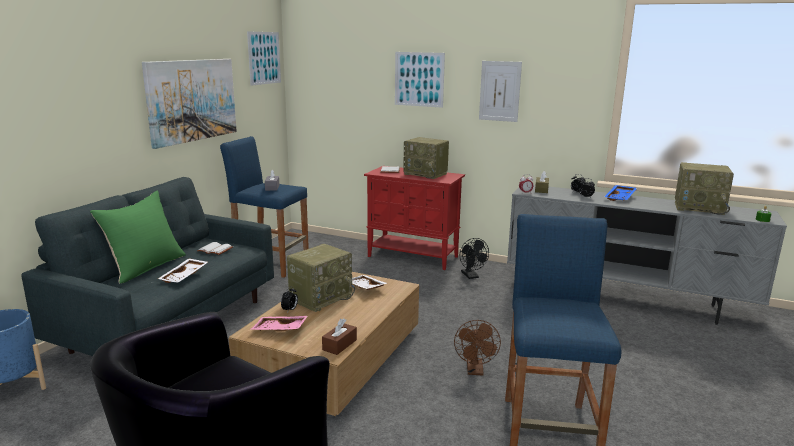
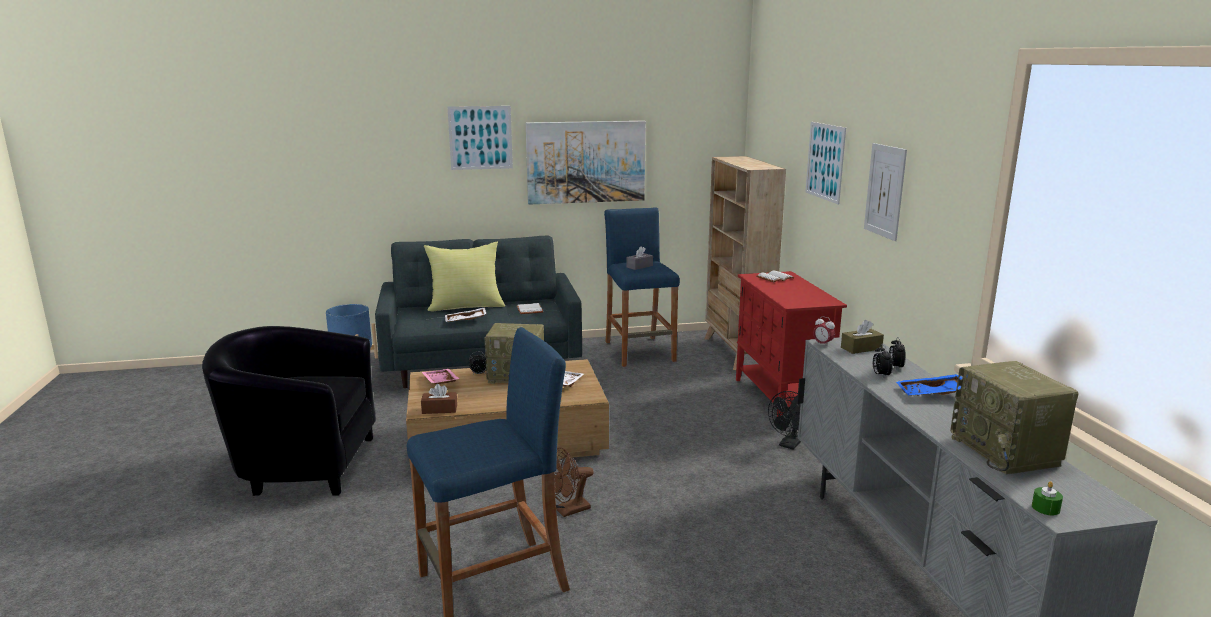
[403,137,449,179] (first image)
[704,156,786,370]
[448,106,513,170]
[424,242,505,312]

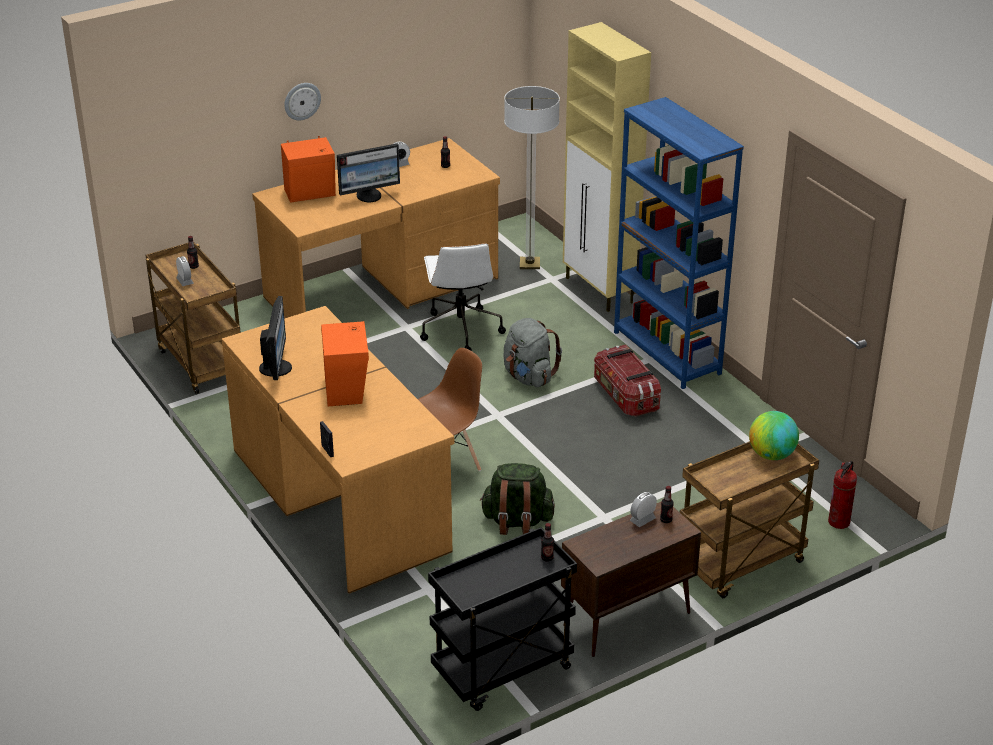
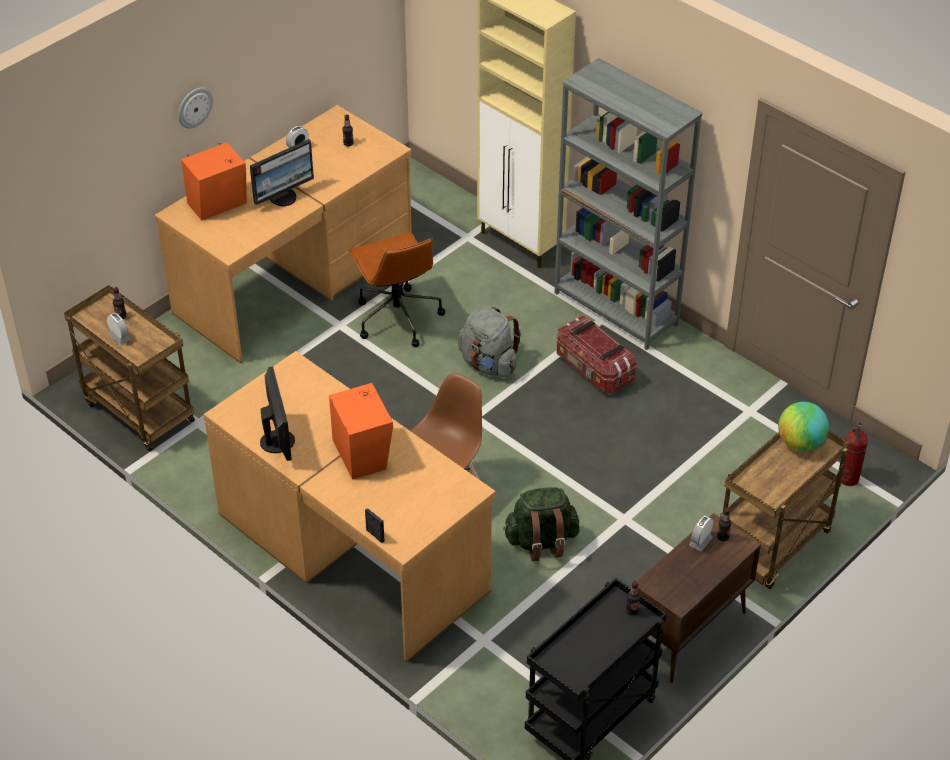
[504,86,560,269] (first image)
[348,232,445,347]
[555,58,703,350]

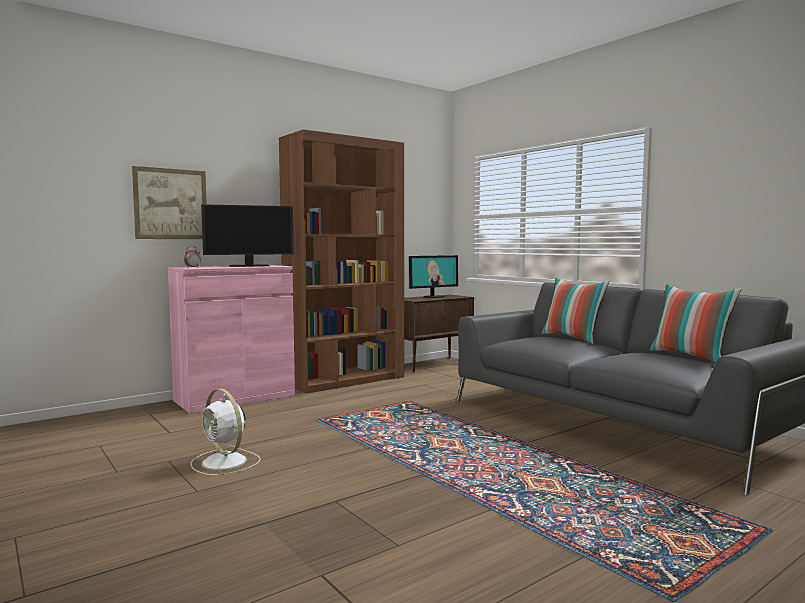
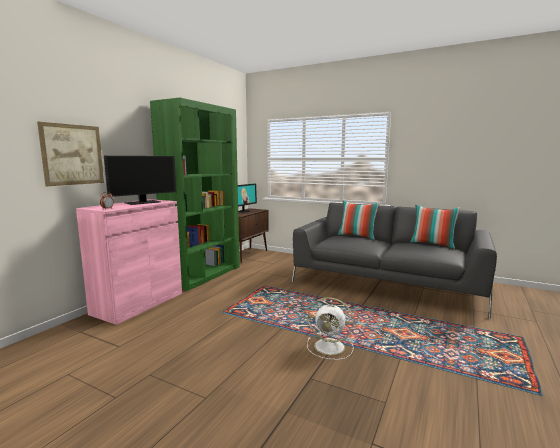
[307,297,354,360]
[150,98,240,291]

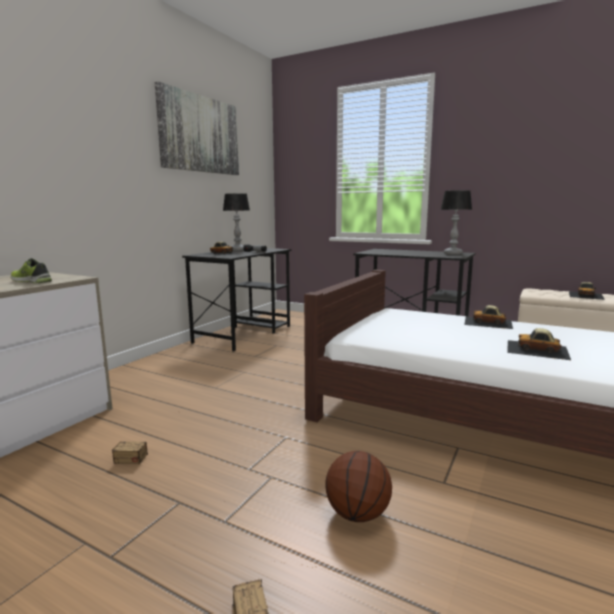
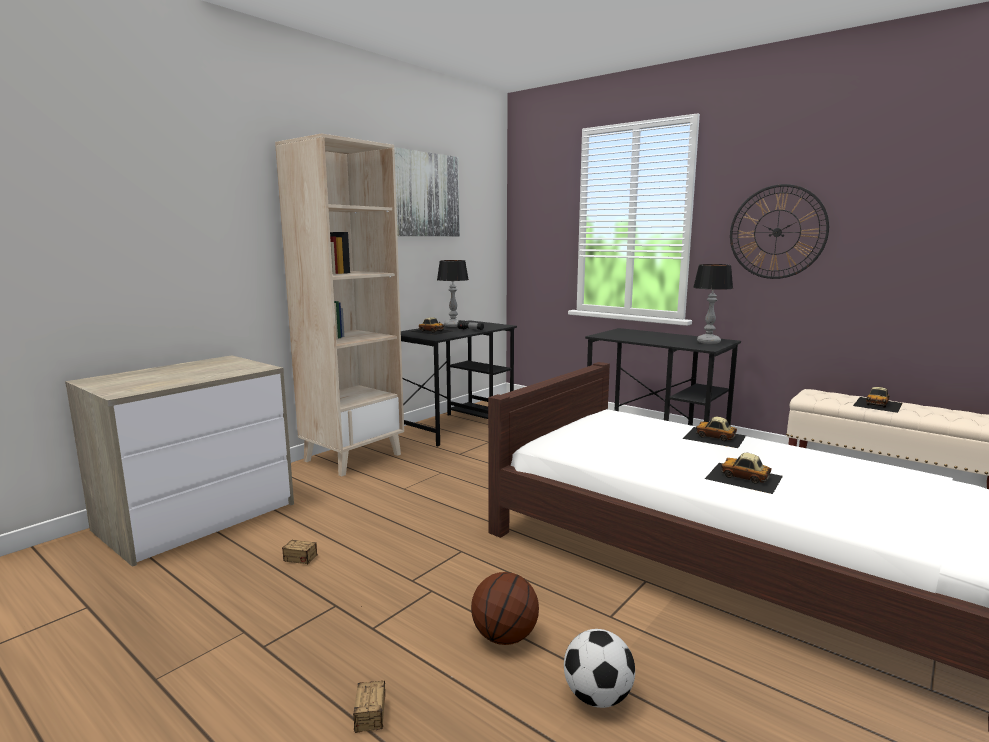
[11,258,52,283] (first image)
[275,133,404,477]
[564,629,635,708]
[730,184,829,279]

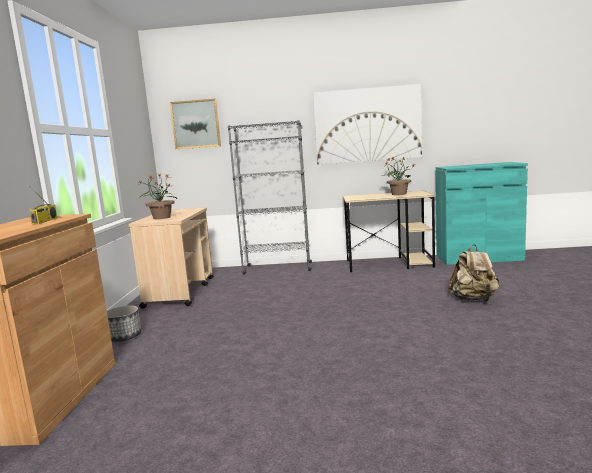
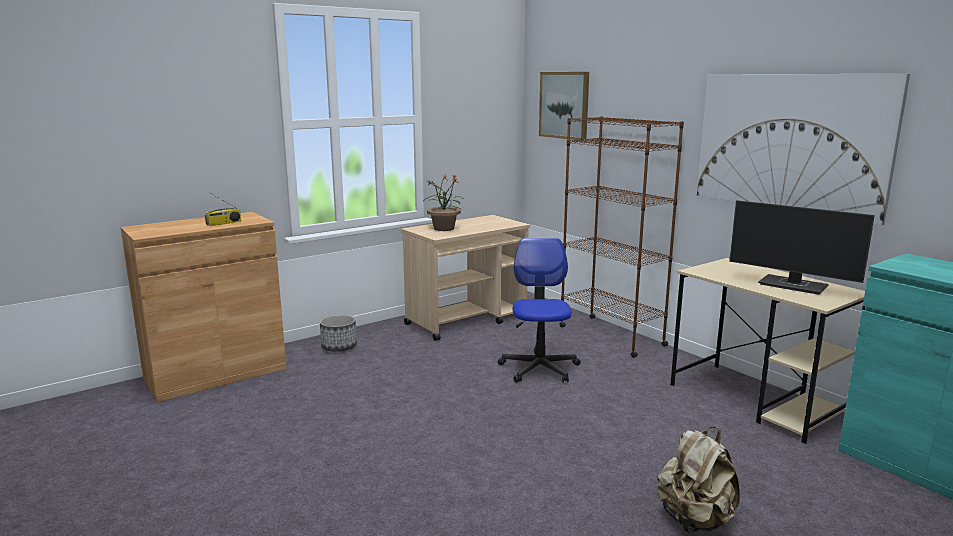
[498,238,581,383]
[729,200,875,295]
[559,116,684,358]

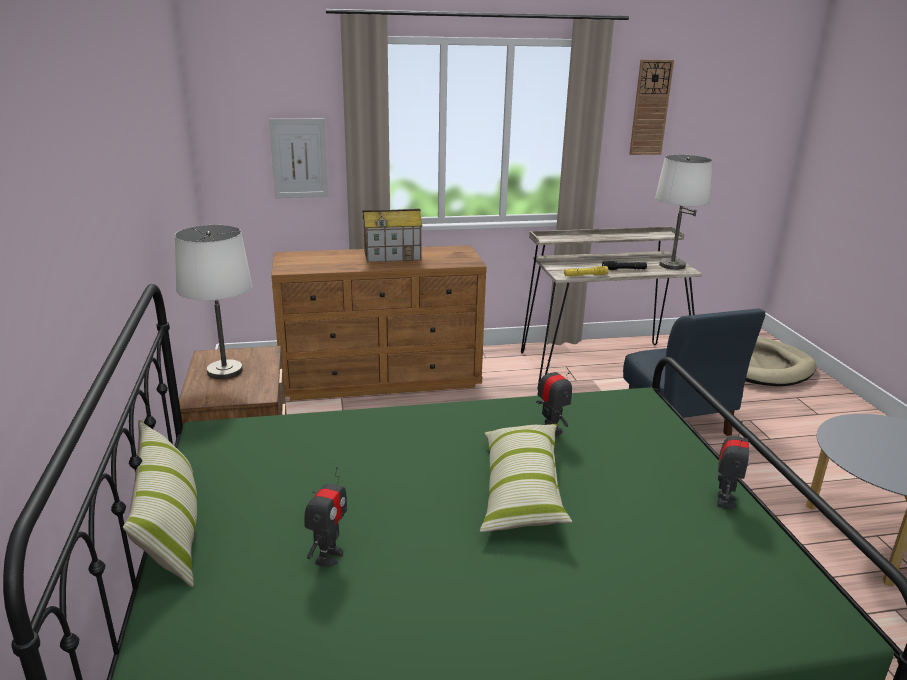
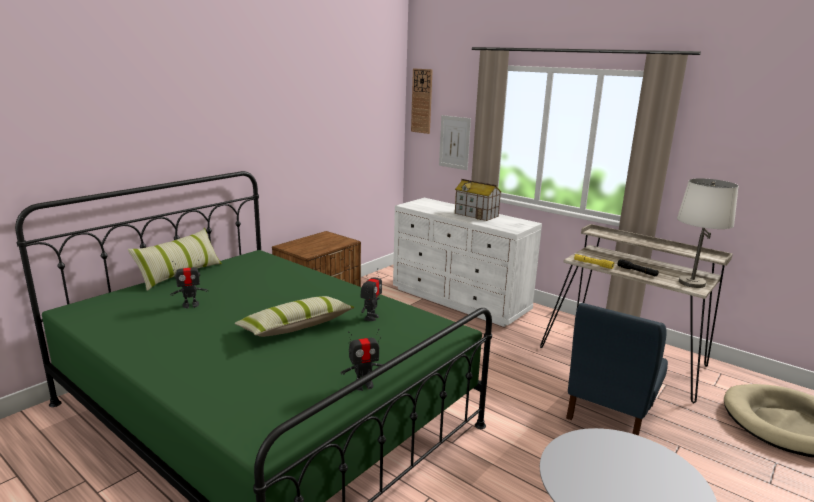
[175,225,253,379] (first image)
[411,69,433,134]
[393,198,542,327]

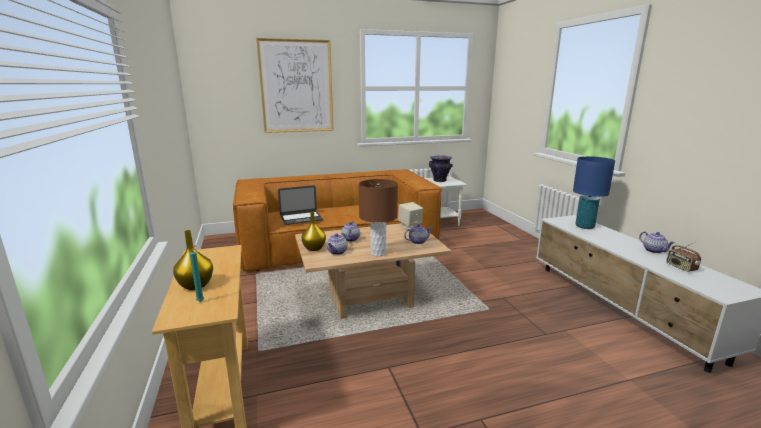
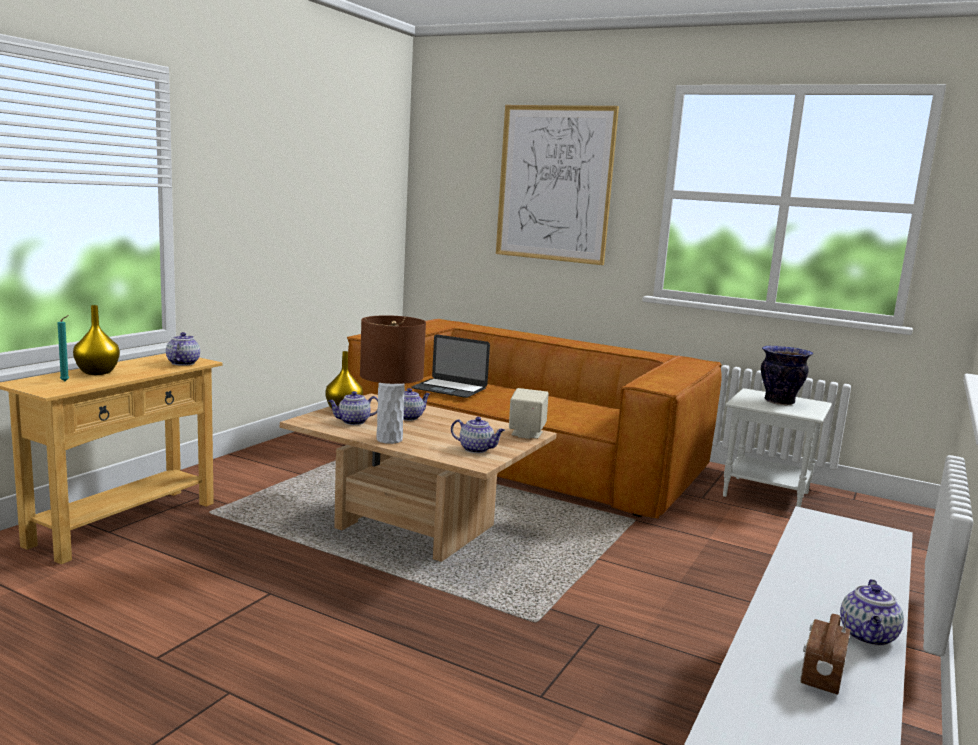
[573,156,615,229] (first image)
[166,332,200,366]

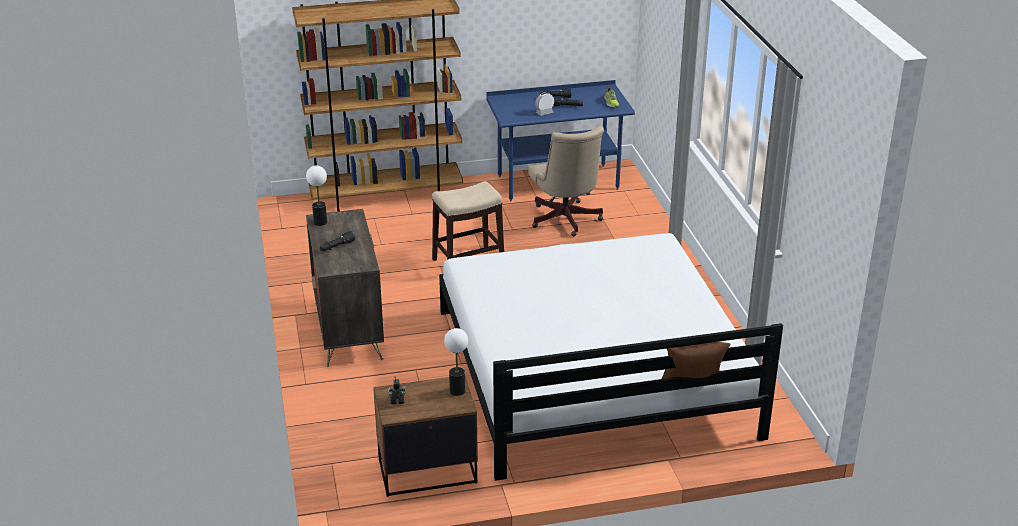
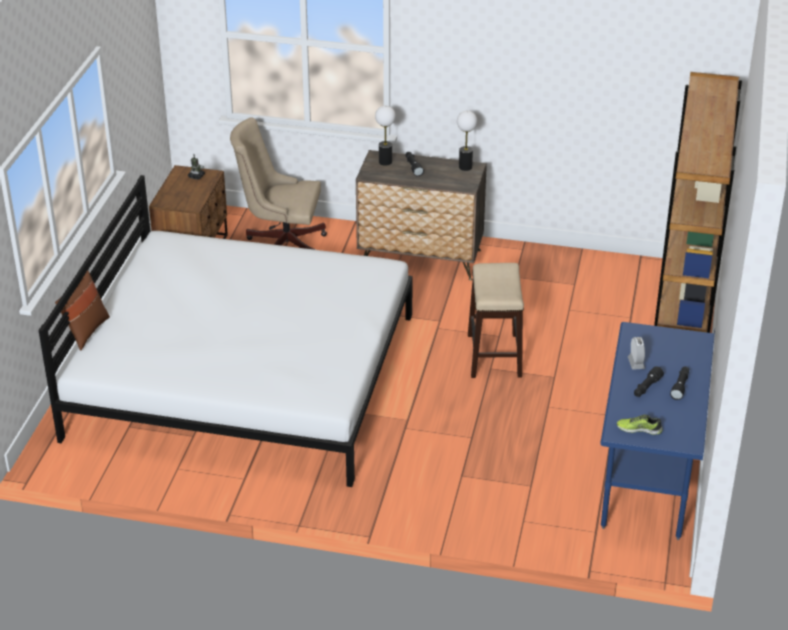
[375,106,396,166]
[230,117,327,249]

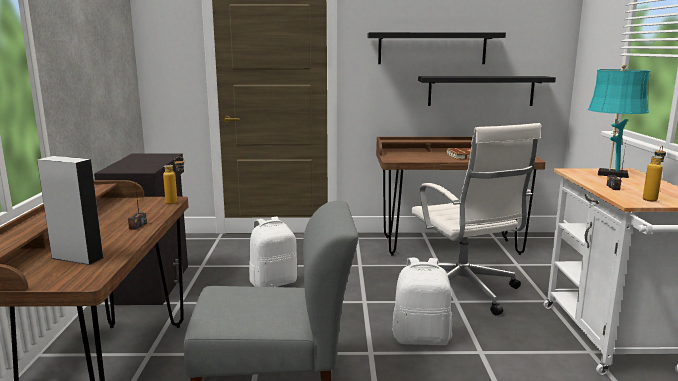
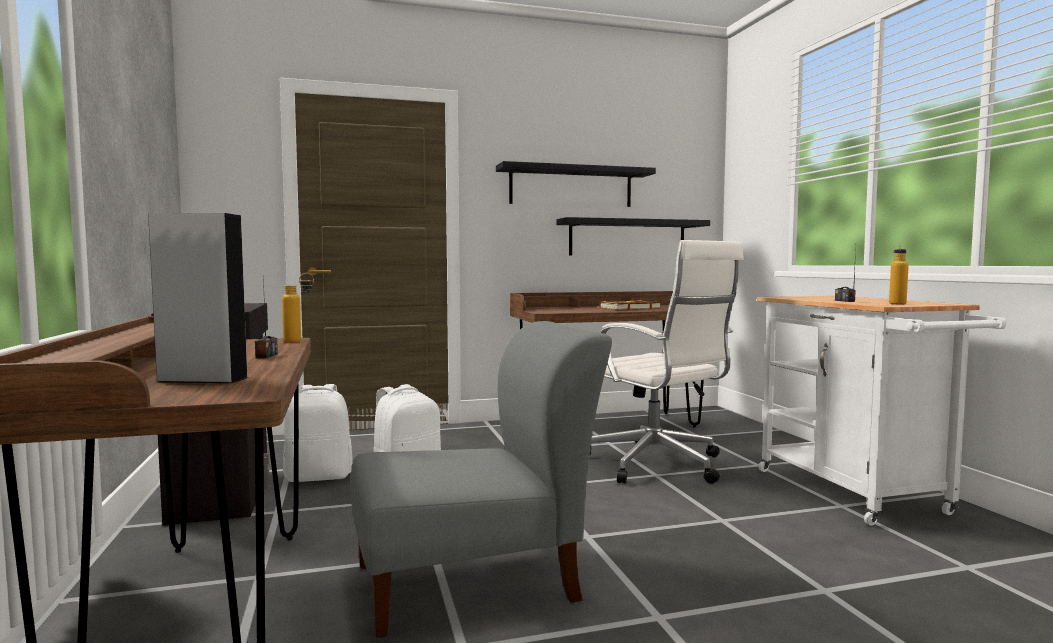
[588,64,650,178] (first image)
[283,384,353,482]

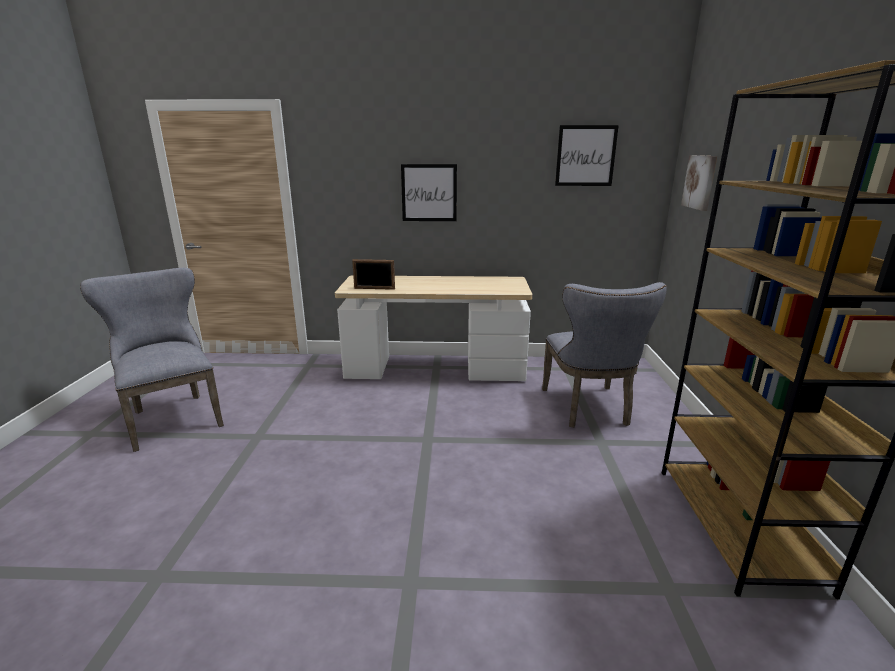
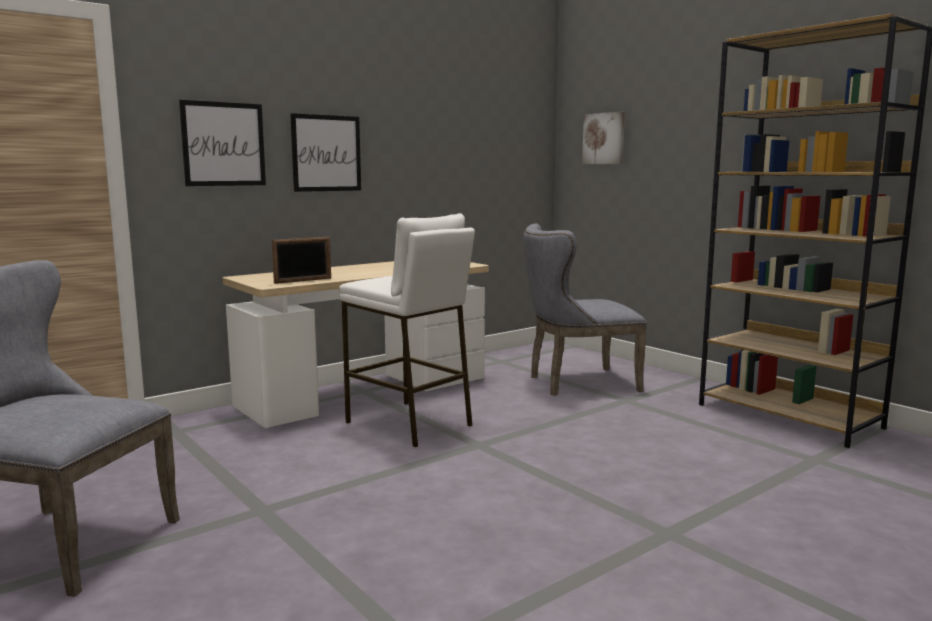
[339,213,475,448]
[179,100,266,186]
[524,223,647,396]

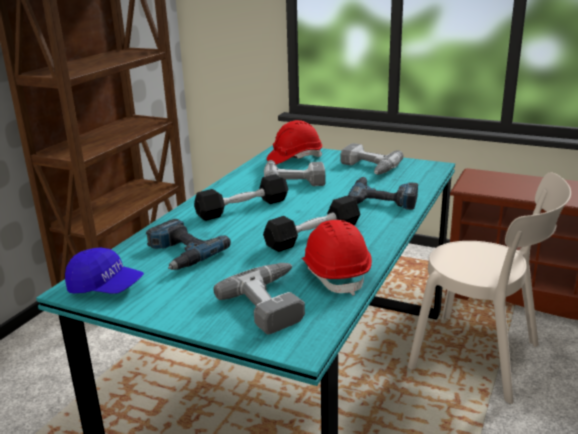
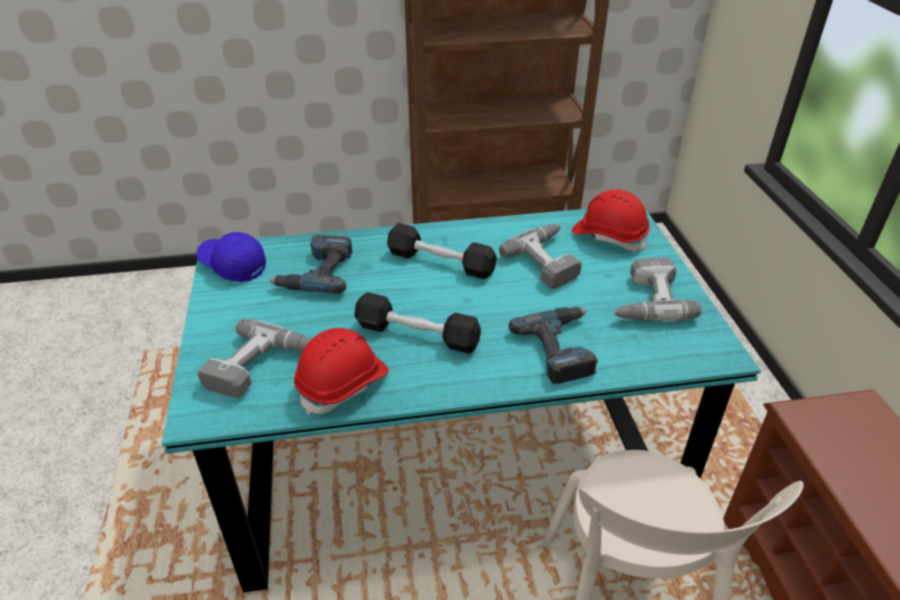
[196,232,266,282]

